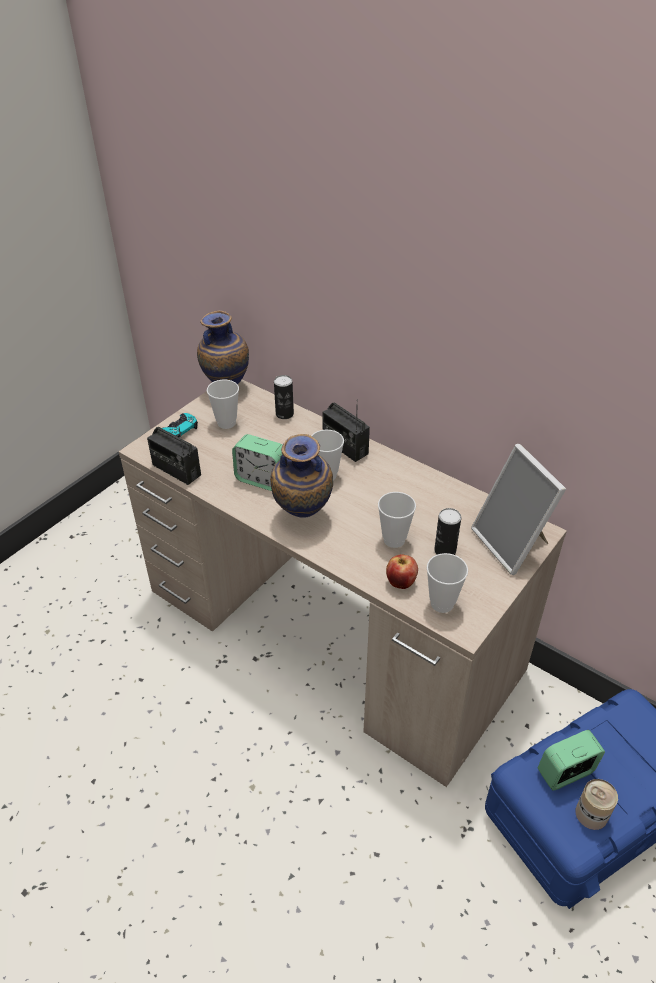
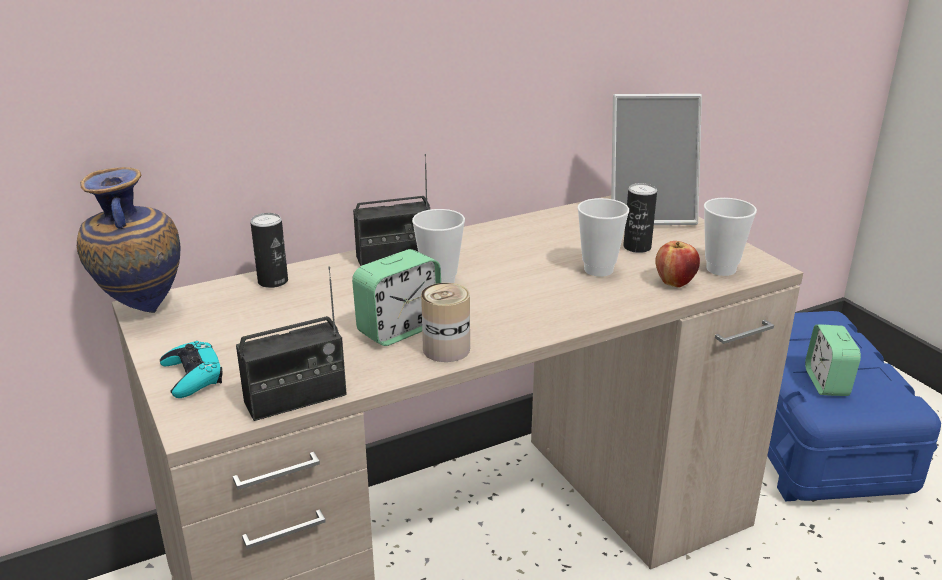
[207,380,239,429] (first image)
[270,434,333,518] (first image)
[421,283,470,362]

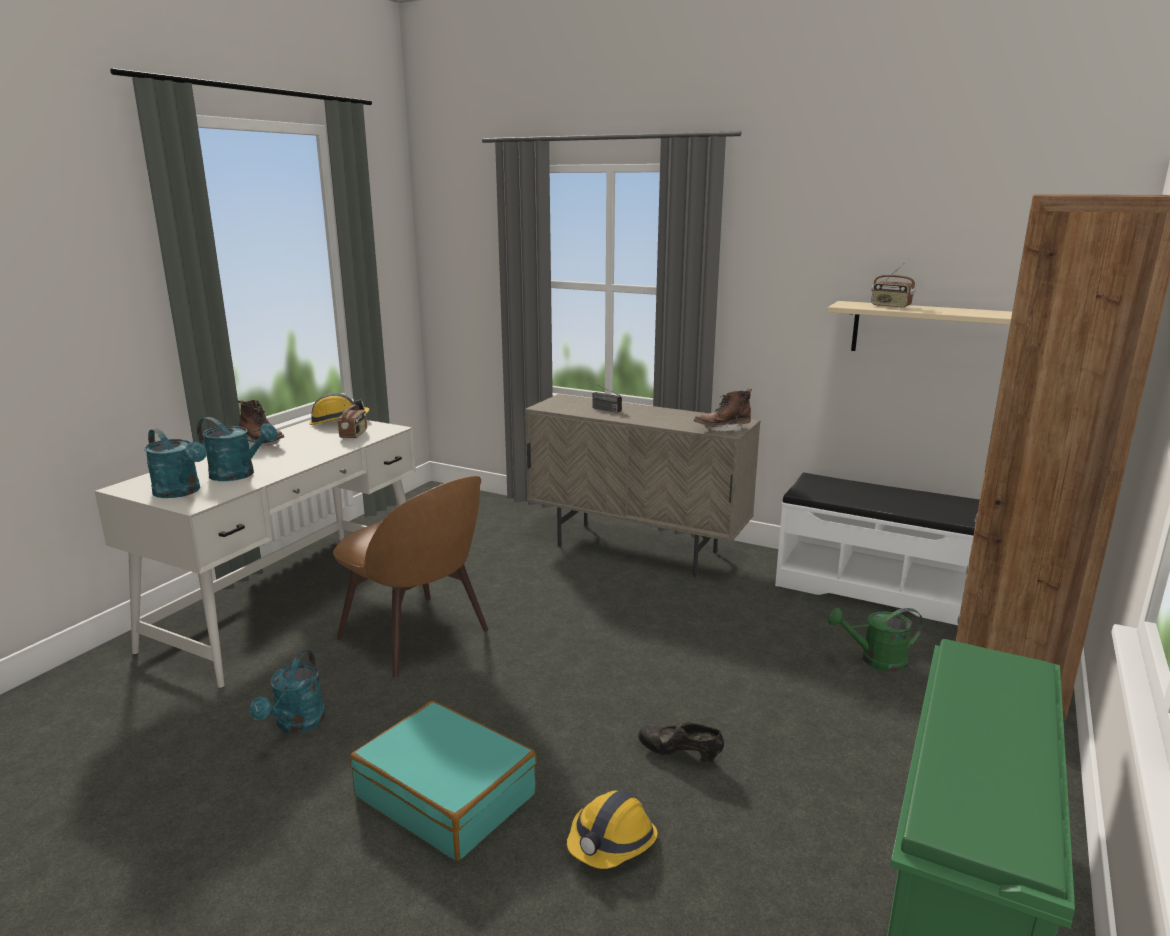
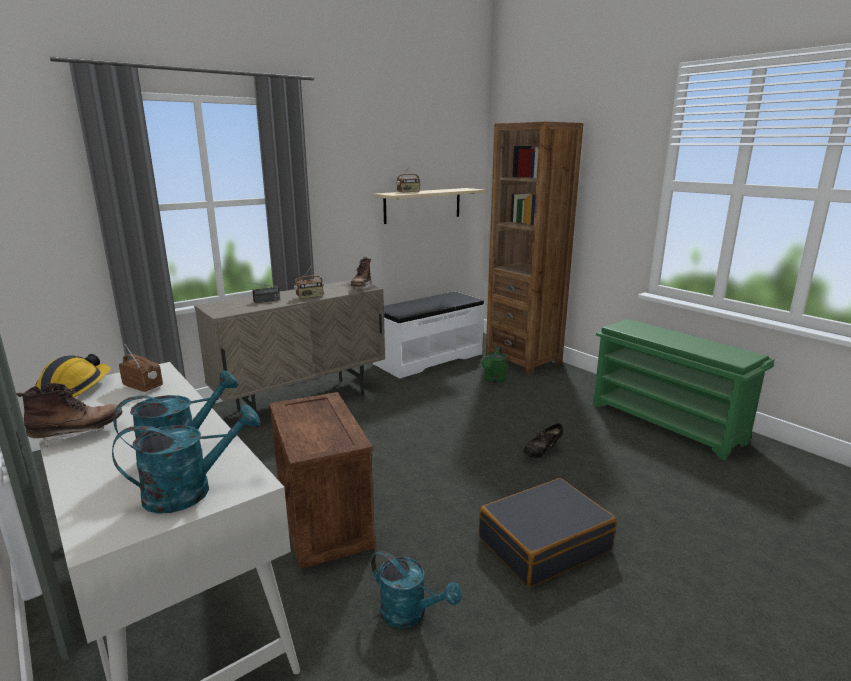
[567,791,658,869] (first image)
[294,267,324,299]
[269,392,375,569]
[479,478,617,587]

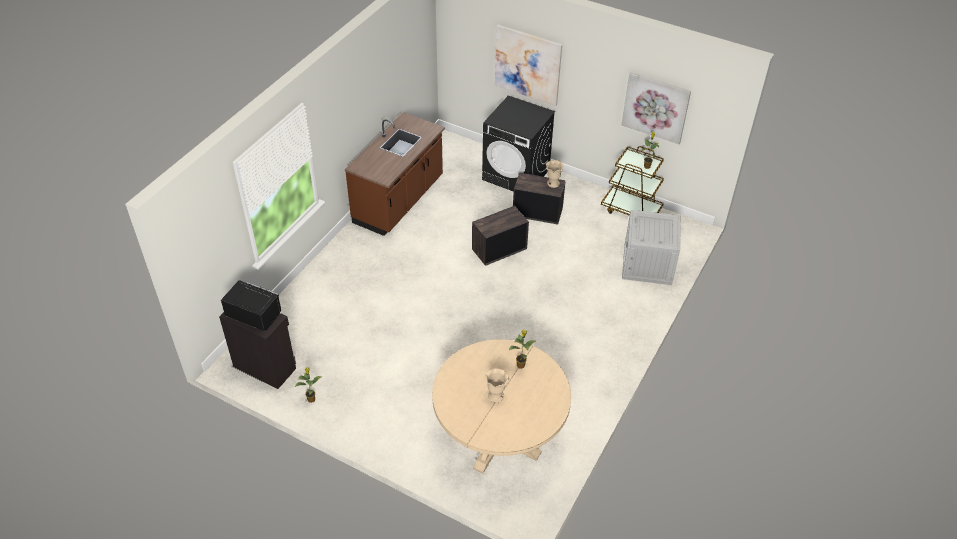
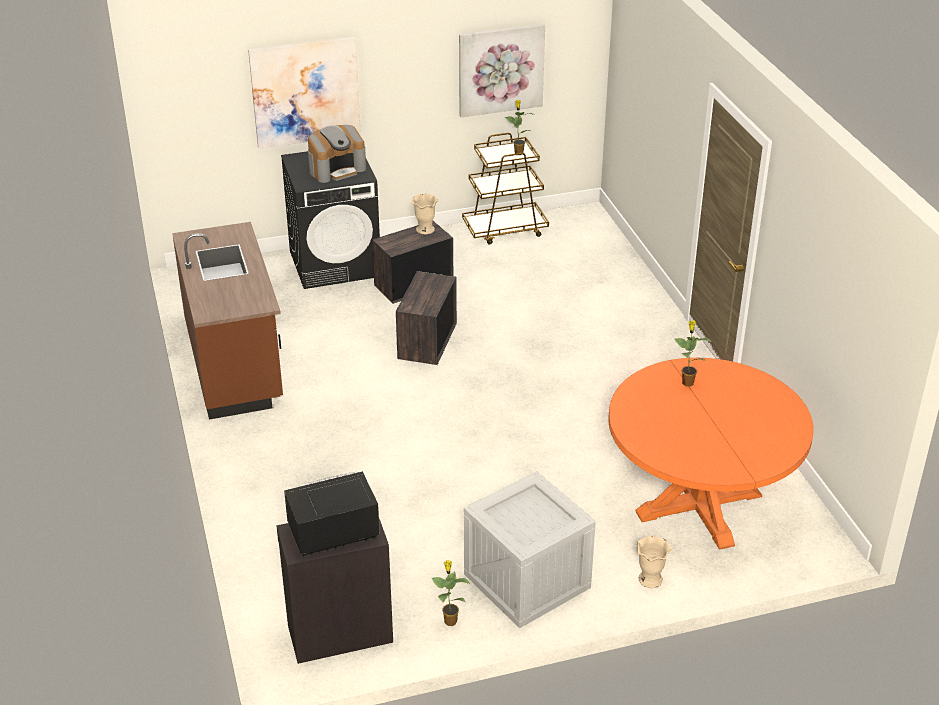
[308,125,366,183]
[636,536,672,588]
[464,471,596,628]
[608,358,814,550]

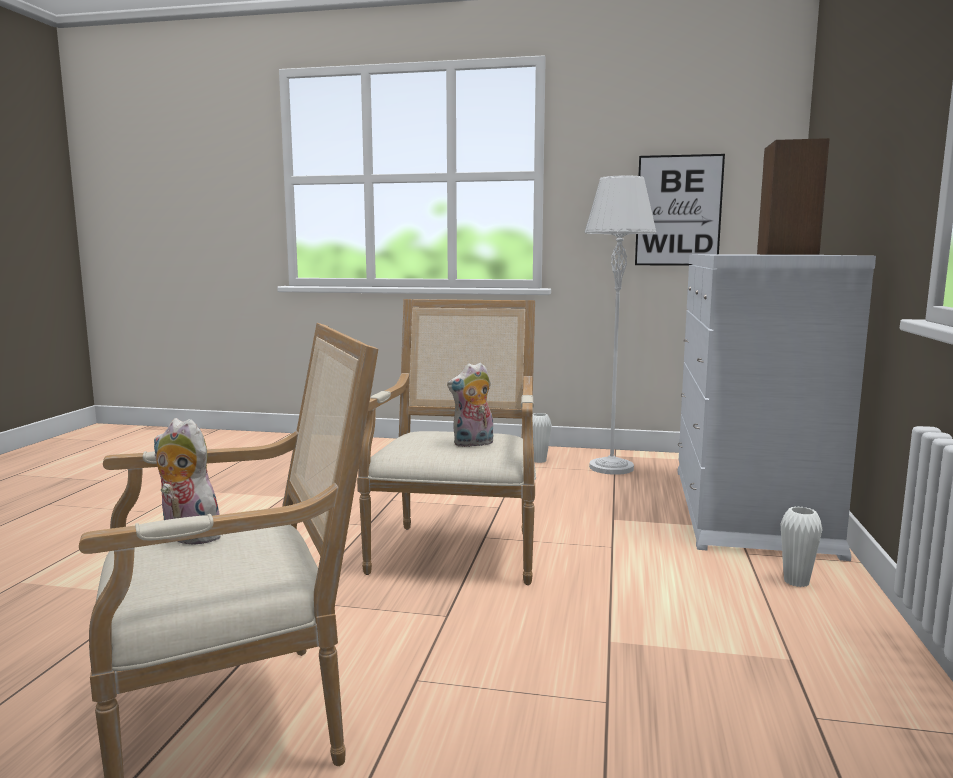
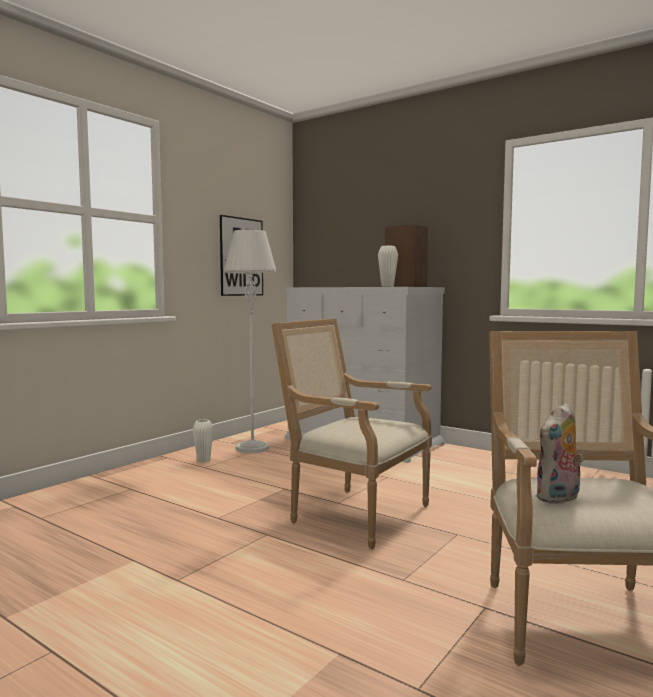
[447,362,493,447] (first image)
[378,246,398,287]

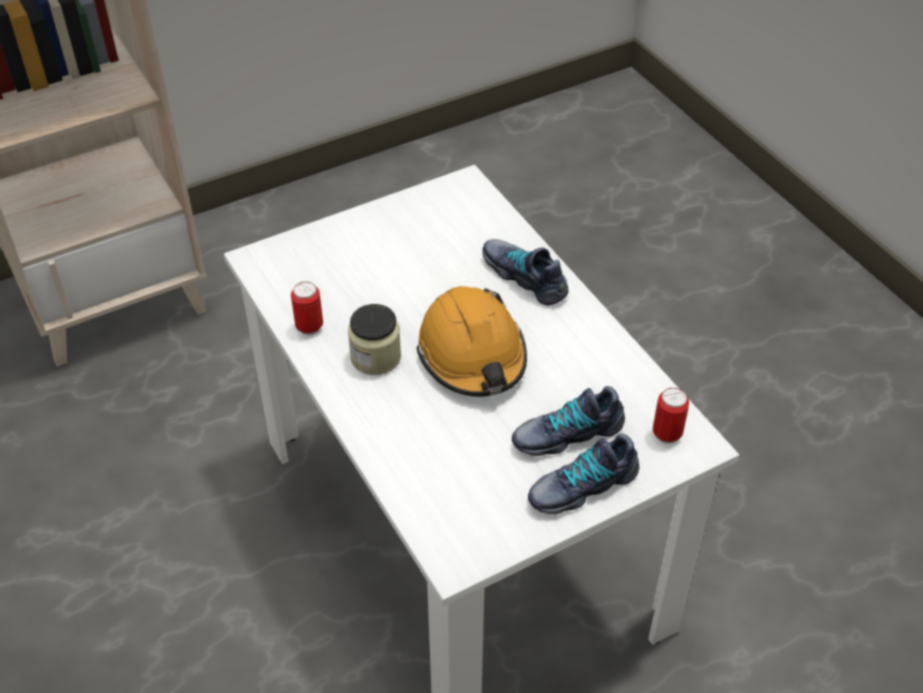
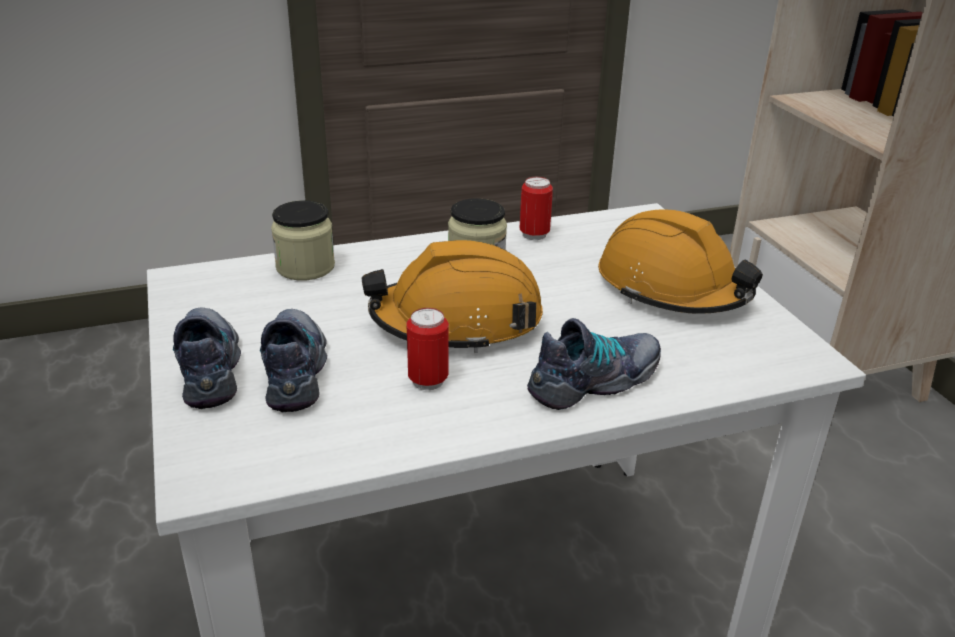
[271,200,335,280]
[598,210,763,314]
[406,308,449,390]

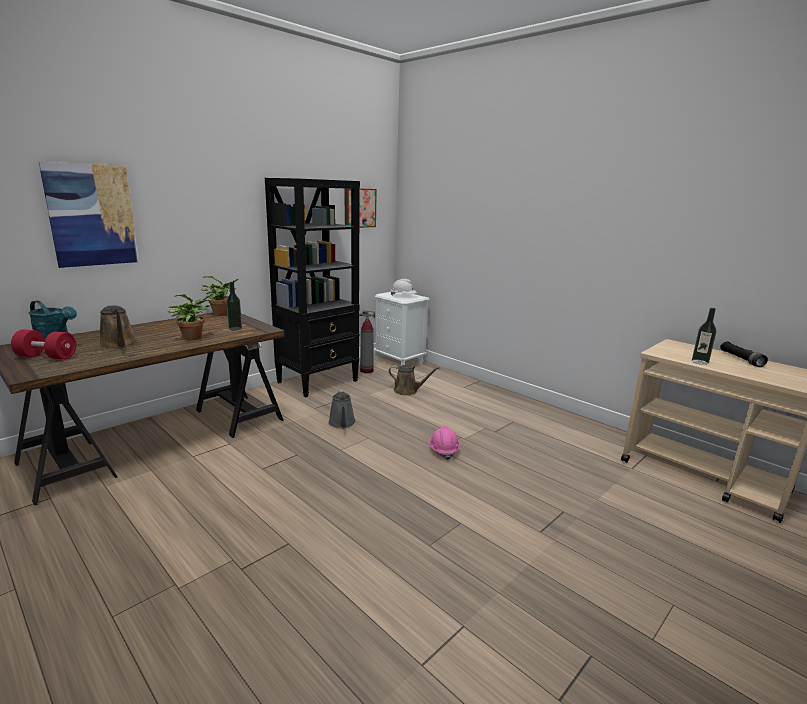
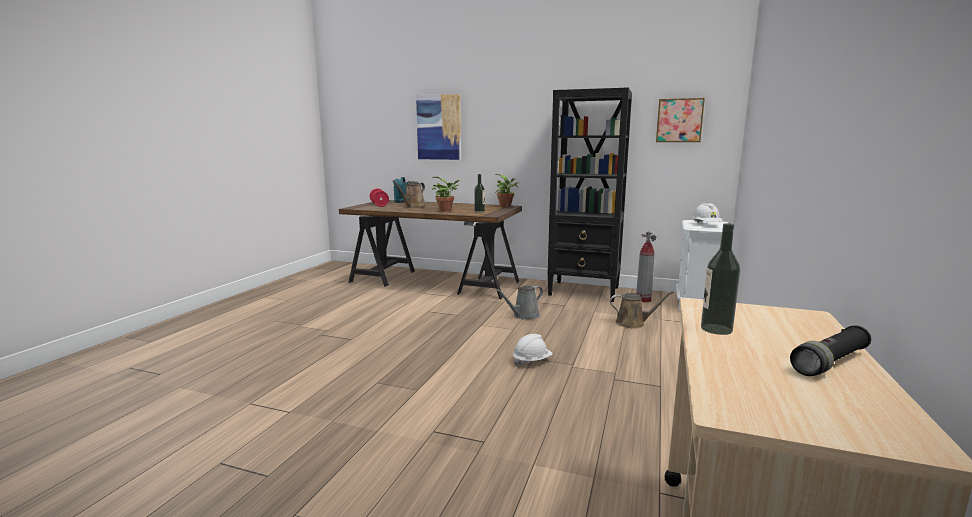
[513,334,553,366]
[610,291,674,329]

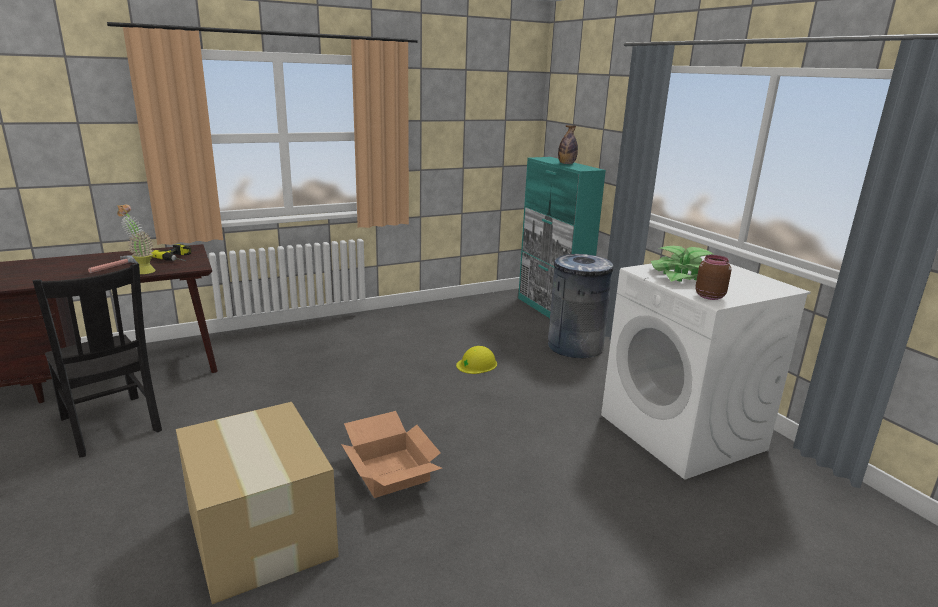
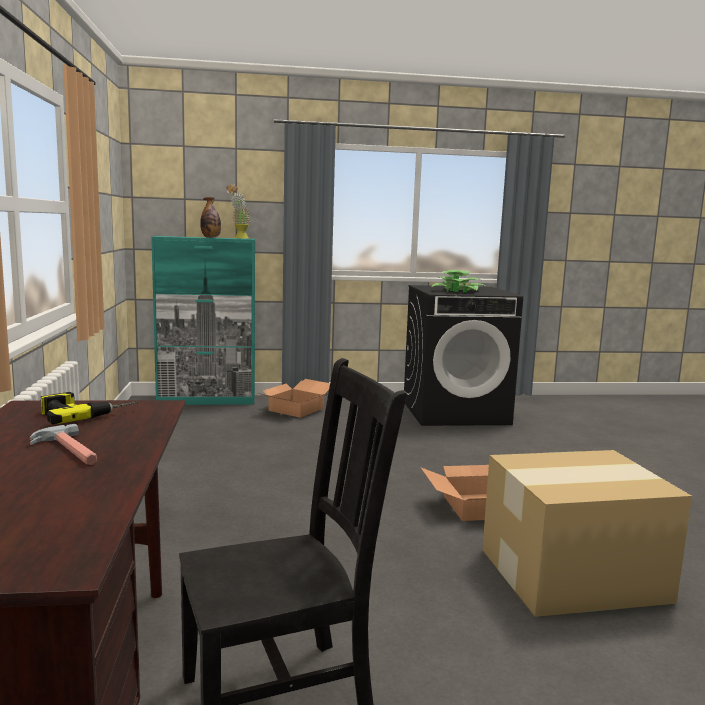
[456,346,497,374] (first image)
[695,255,731,300] (first image)
[226,184,251,238]
[258,379,330,418]
[404,285,523,426]

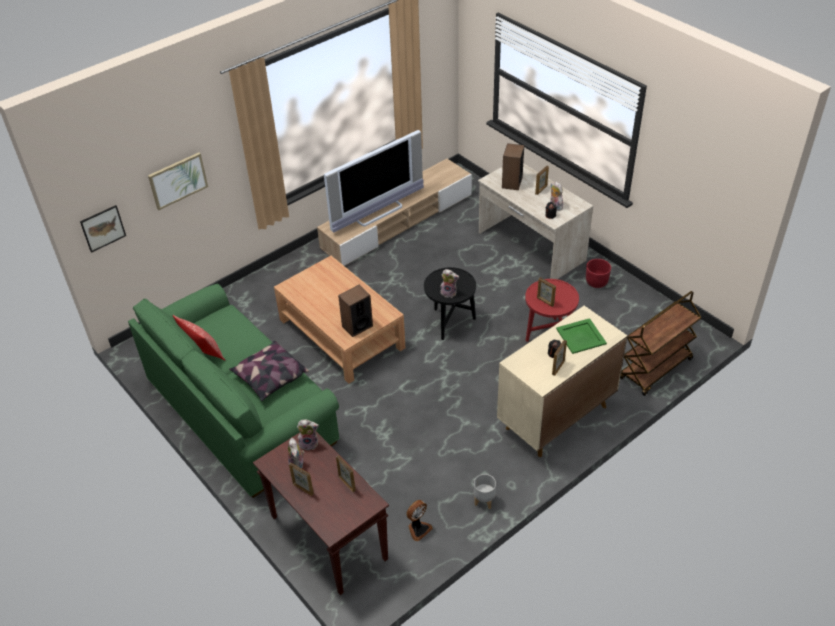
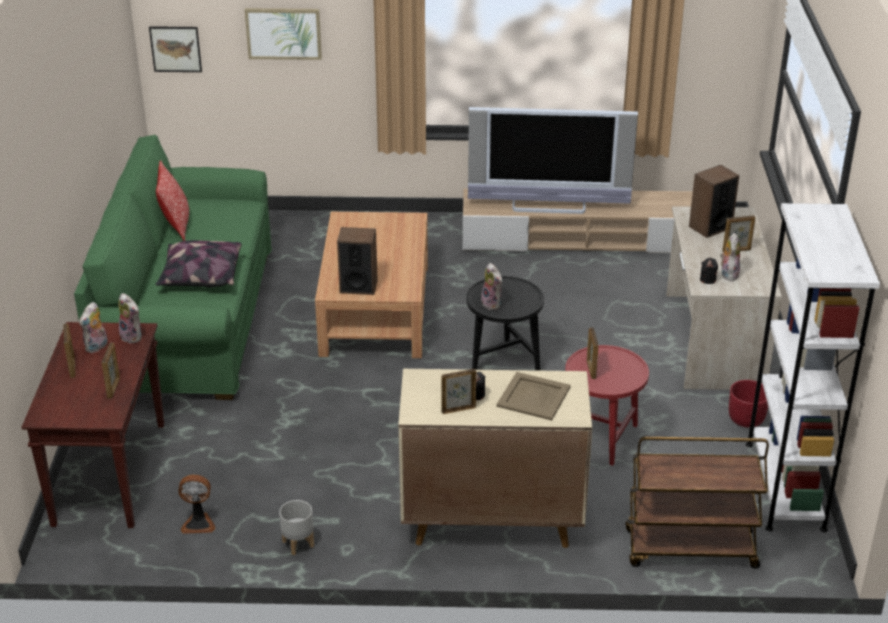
[746,203,880,532]
[496,372,571,421]

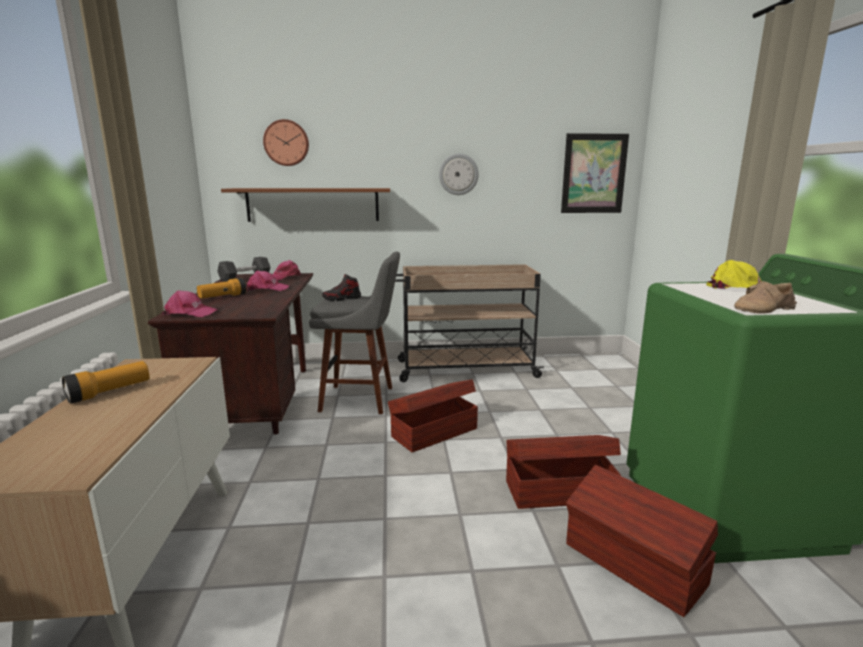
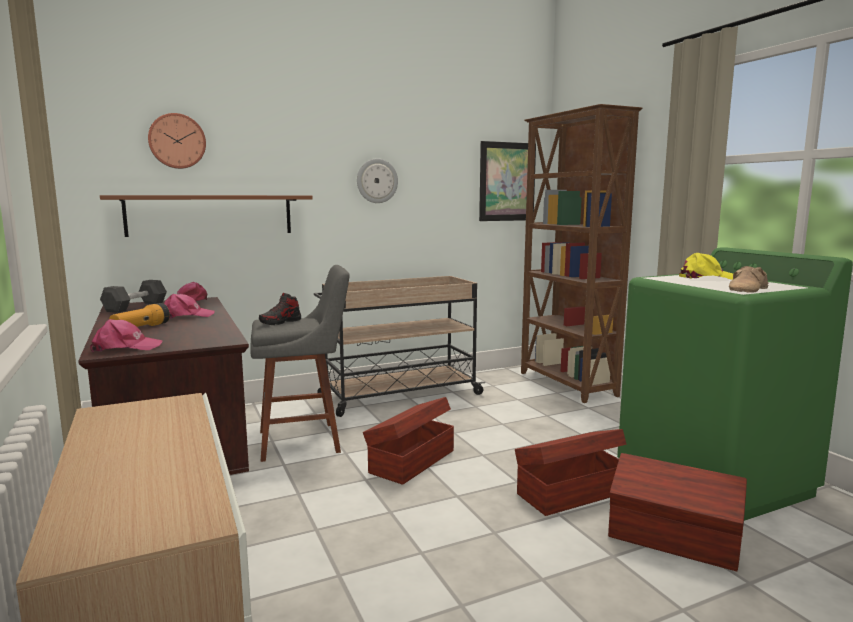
[62,361,150,404] (first image)
[521,104,642,403]

